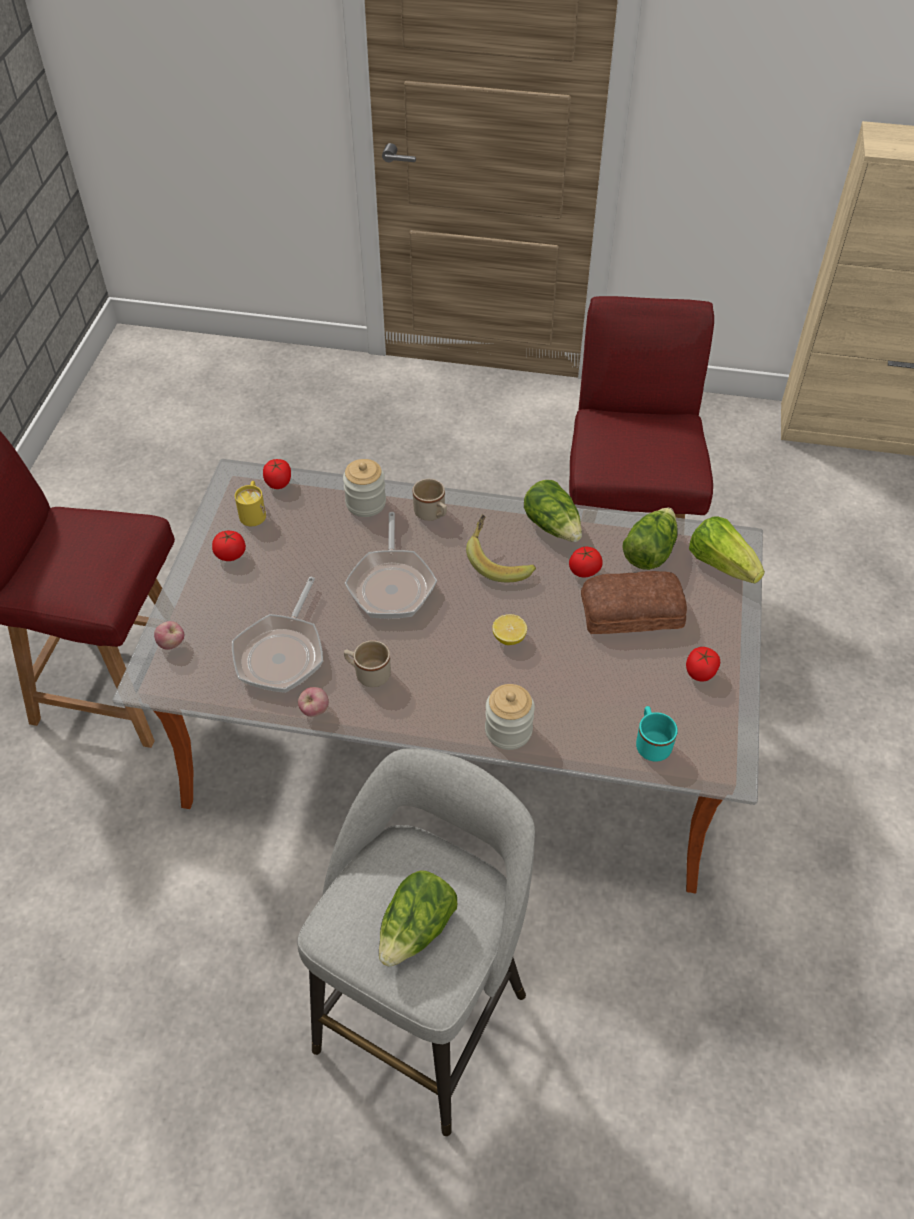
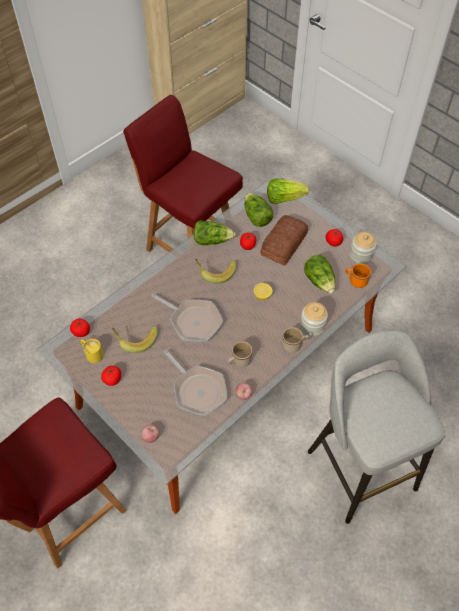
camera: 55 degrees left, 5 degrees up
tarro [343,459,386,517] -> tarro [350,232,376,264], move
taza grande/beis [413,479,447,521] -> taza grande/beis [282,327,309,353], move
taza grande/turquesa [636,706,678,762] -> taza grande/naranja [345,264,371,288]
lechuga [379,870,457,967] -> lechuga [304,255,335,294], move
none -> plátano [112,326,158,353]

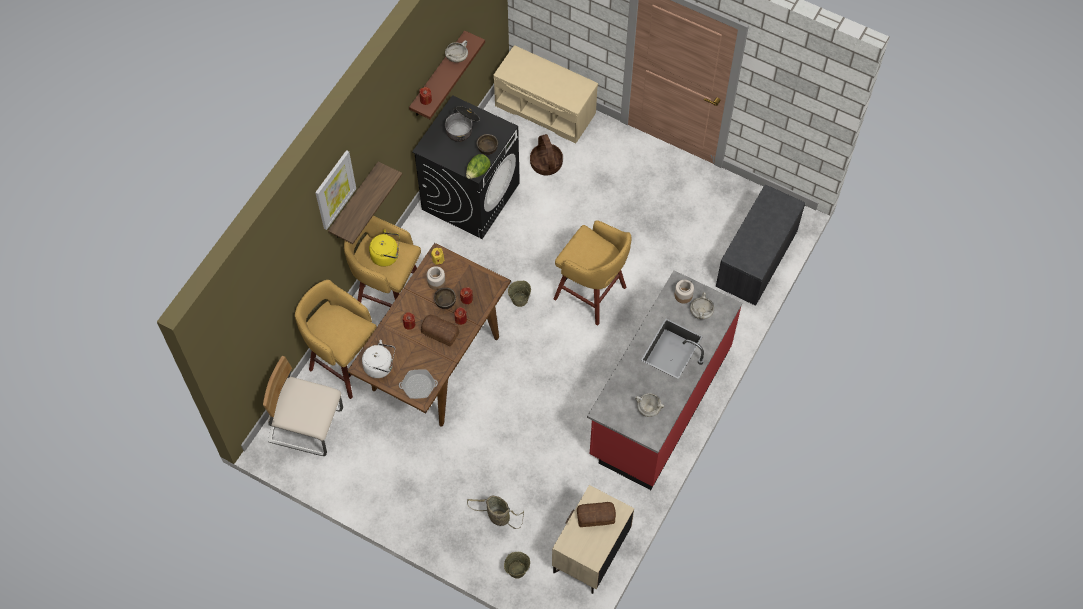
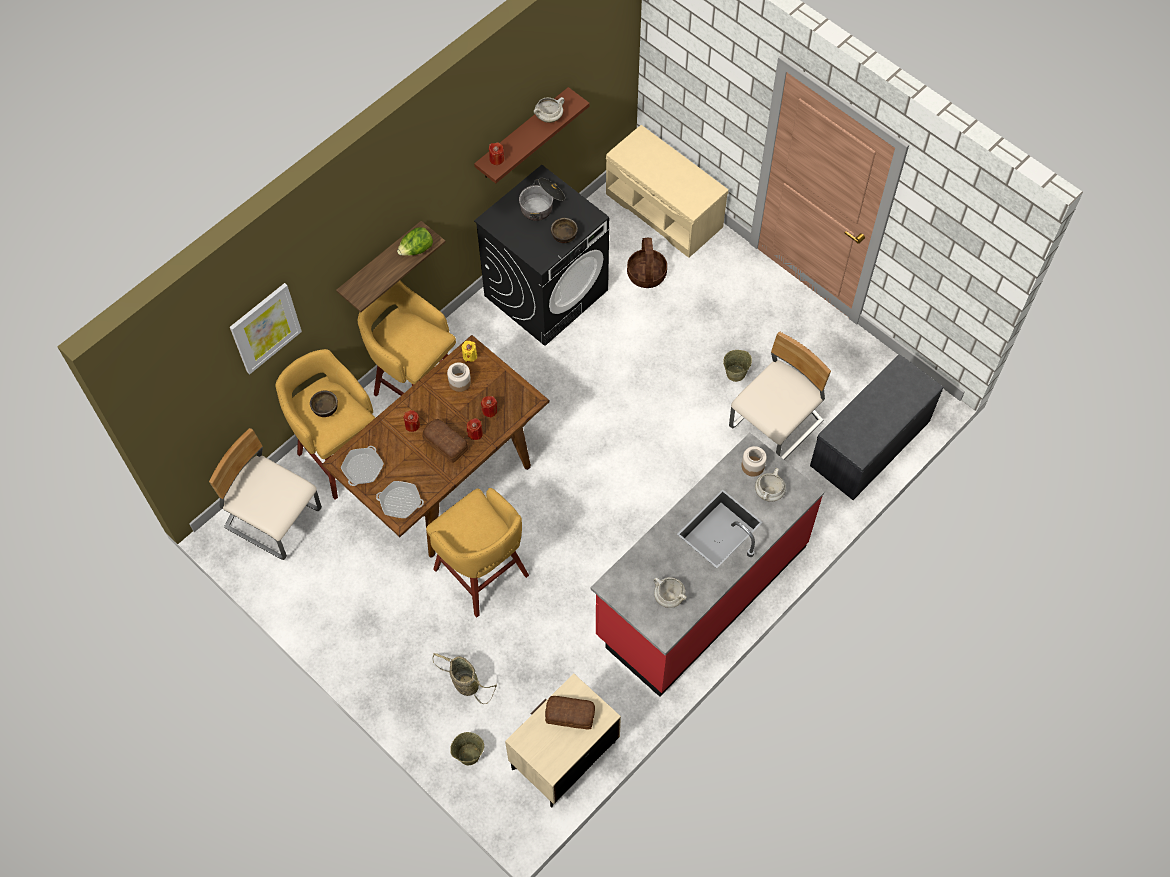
camera: 15 degrees right, 0 degrees up
cuadro [315,150,356,230] -> cuadro [230,283,302,374], move
lechuga [466,154,490,179] -> lechuga [397,227,433,256], move
taburete/amarillo [554,220,632,326] -> taburete/amarillo [426,488,529,617], move
hervidor/amarillo [369,229,400,267] -> none
cubo/beis [508,281,531,307] -> cubo/beis [723,350,752,382], move
cuenco/marrón [434,287,456,309] -> cuenco/marrón [310,391,338,417], move
hervidor/blanco [362,340,395,378] -> sartén [341,446,384,486]
none -> silla/beis [729,332,831,459]

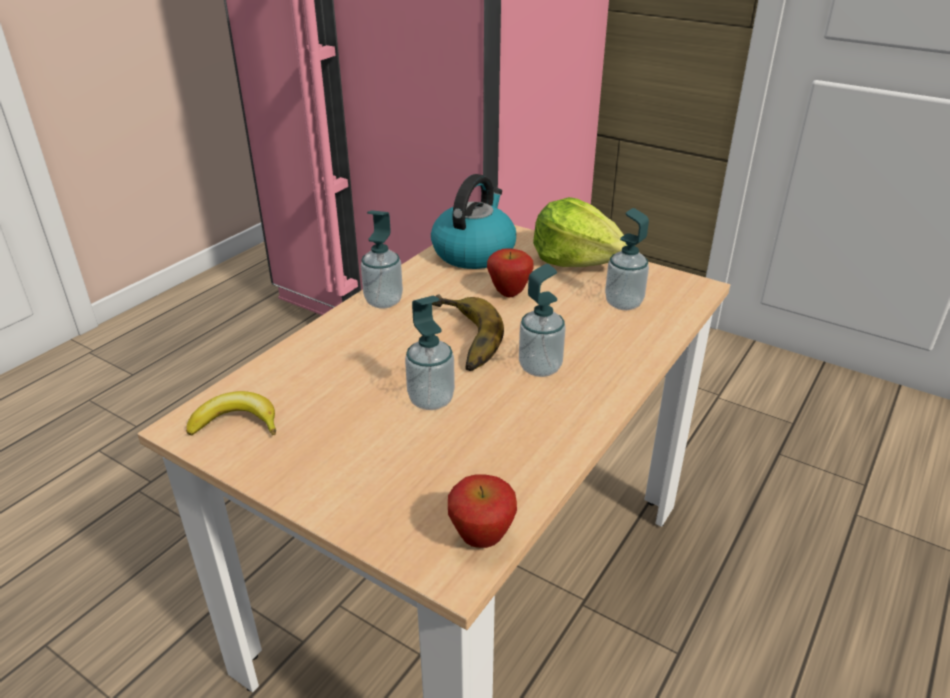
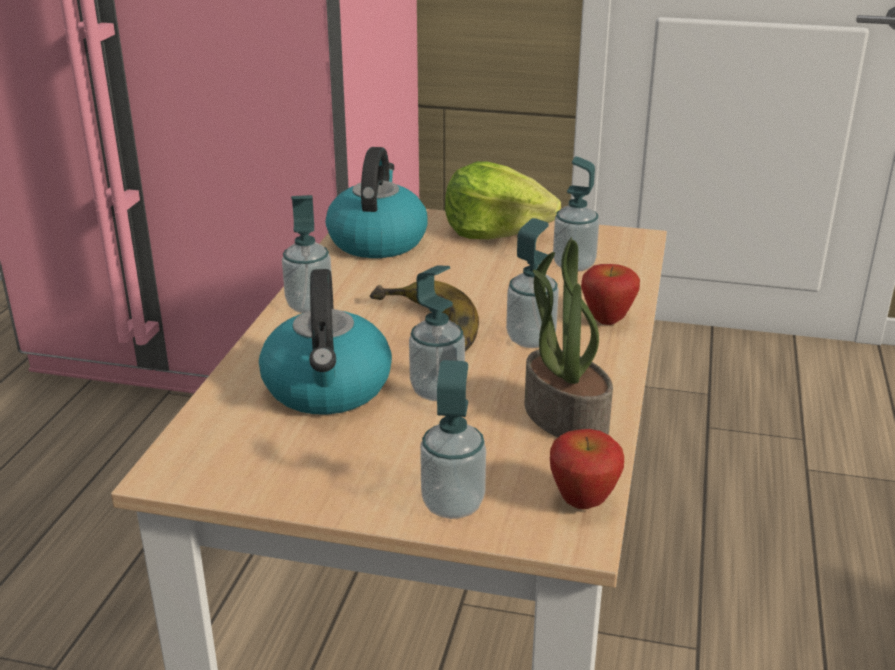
camera: 20 degrees left, 5 degrees down
manzana [487,248,534,297] -> manzana [581,264,640,325], move
plátano [186,391,276,436] -> none
none -> planta en maceta [525,237,613,437]
none -> hervidor [259,269,392,415]
none -> dispensador de jabón [420,360,486,519]

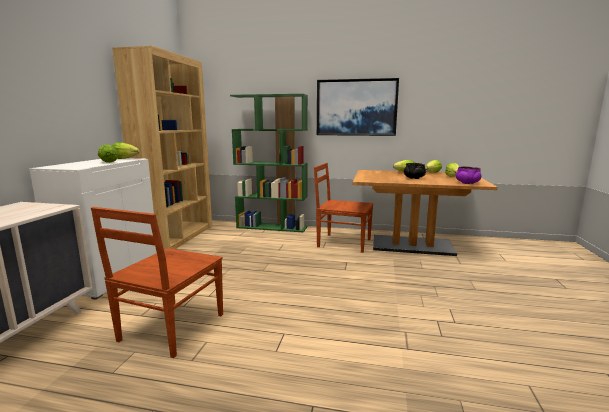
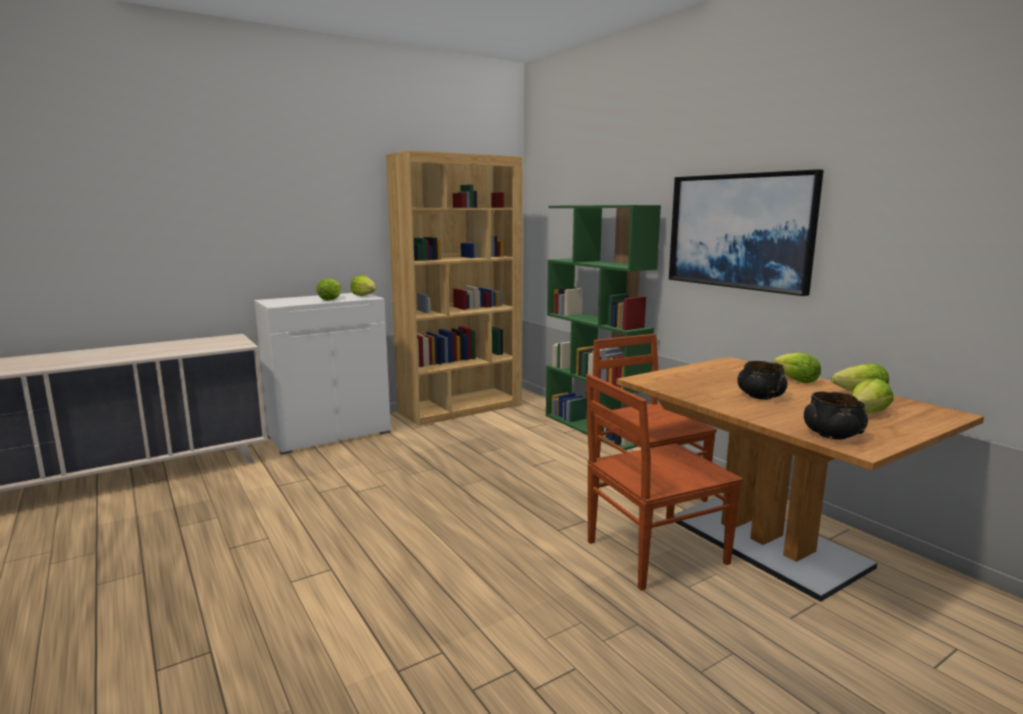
camera: 45 degrees right, 0 degrees up
cuenco/morado [456,166,481,184] -> cuenco/negro [804,391,868,440]
silla/marrón [91,207,223,358] -> silla/marrón [586,374,743,591], move

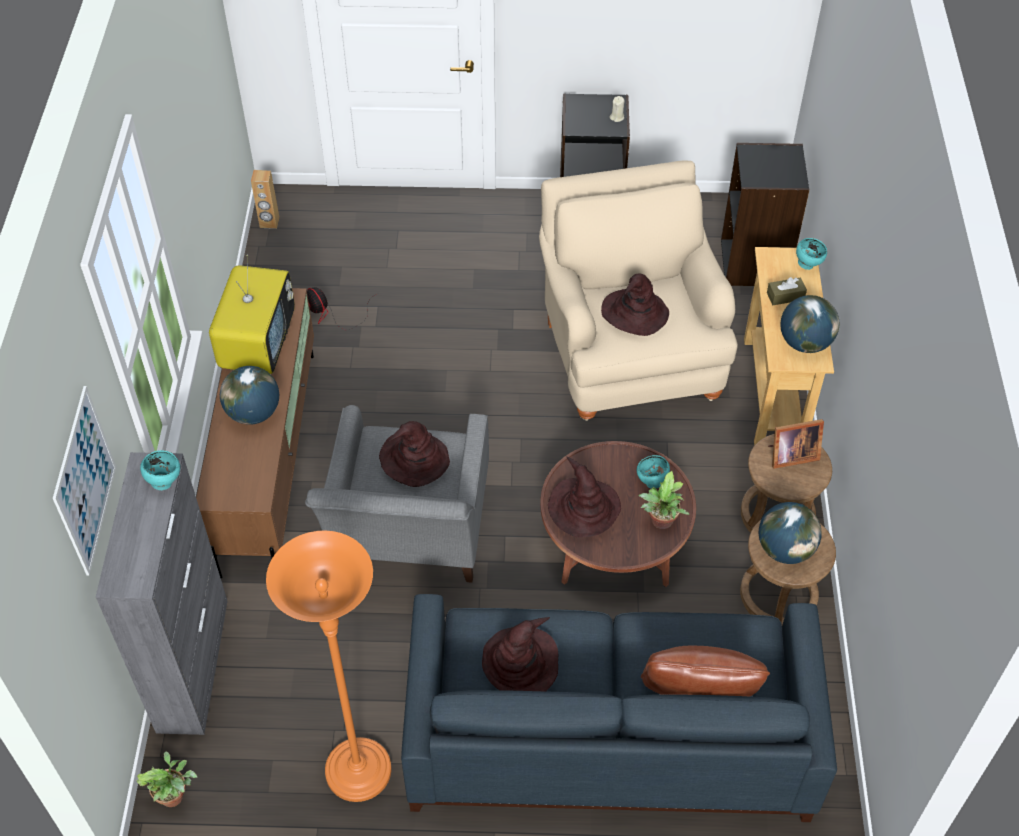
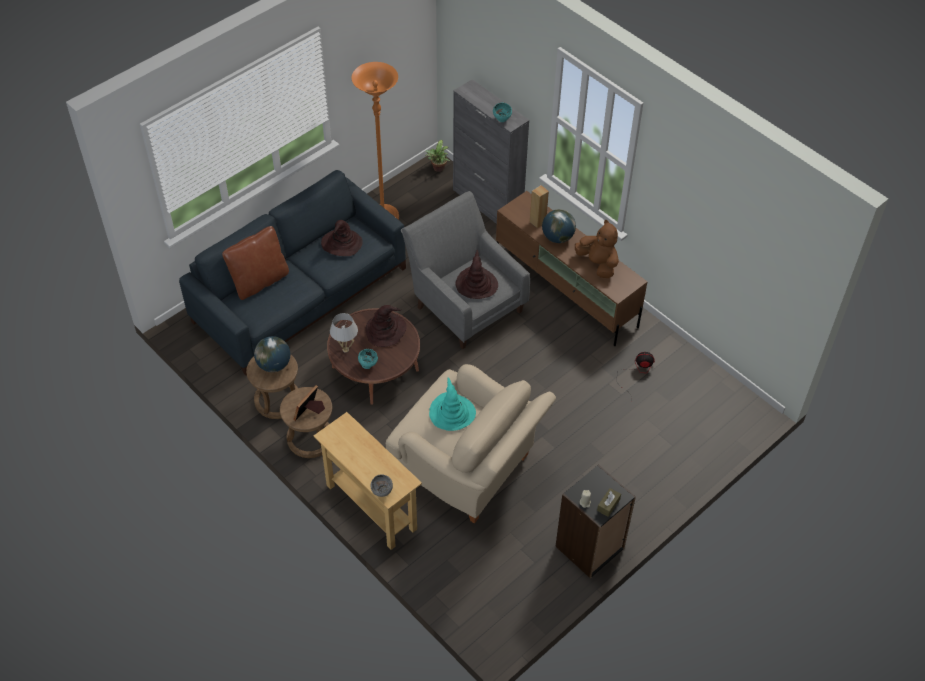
camera: 135 degrees right, 0 degrees up
estantería/negro [721,143,810,286] -> none
altavoz/marrón [251,170,280,229] -> altavoz/marrón [530,185,549,228], move
cuenco/turquesa [796,238,827,270] -> cuenco/gris [371,474,393,497]
televisor [209,254,295,374] -> peluche/marrón [575,220,619,278]
sombrero/marrón [601,274,669,336] -> sombrero/turquesa [429,377,476,431]
caja de pañuelos/marrón [767,277,807,305] -> caja de pañuelos/marrón [597,488,621,517], move
globo terráqueo [780,295,840,353] -> none
cuadro [53,386,116,576] -> none
planta en maceta [639,471,689,529] -> lámpara de mesa/blanco [330,313,358,353]

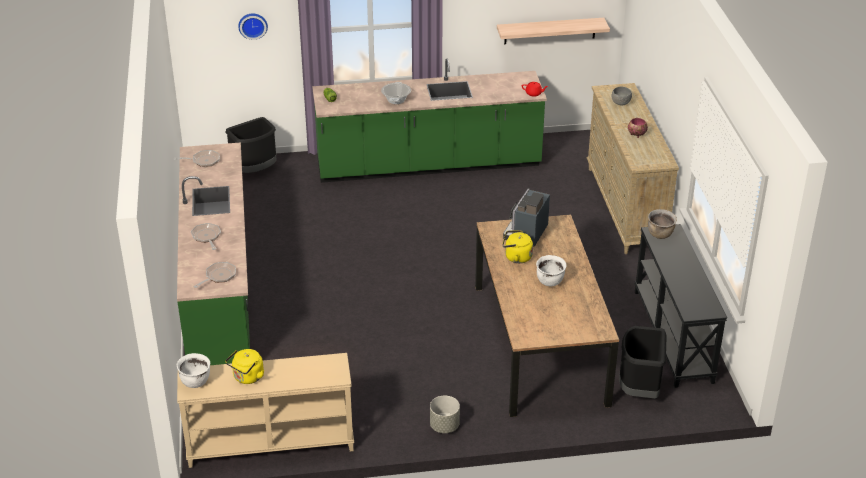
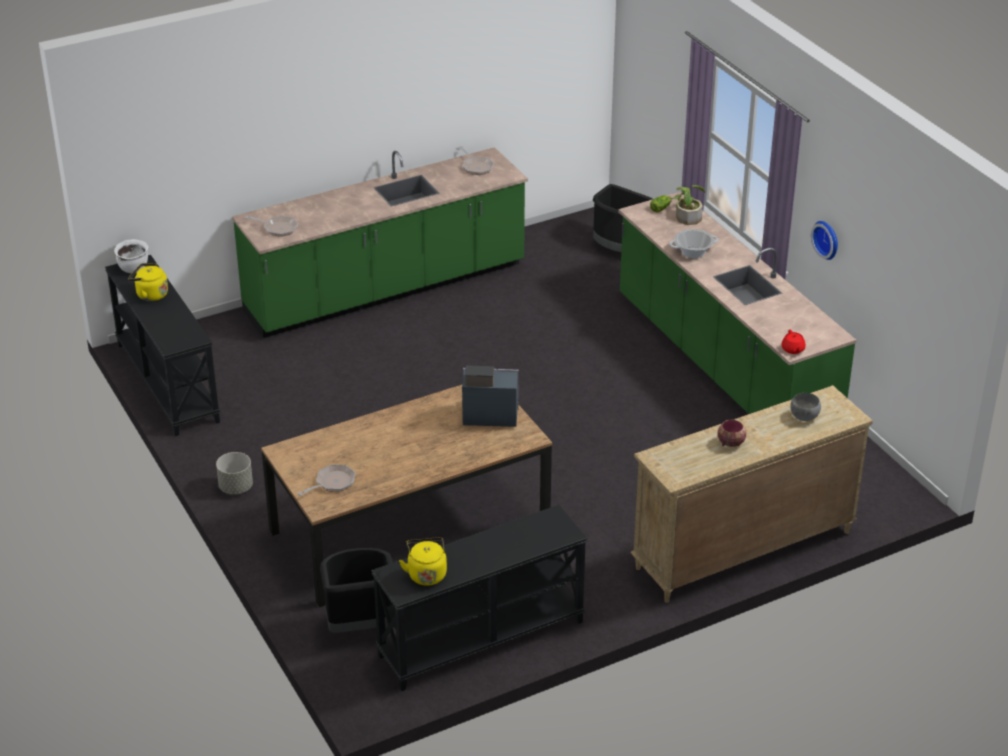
camera: 70 degrees right, 0 degrees up
reloj de pared [238,14,268,40] -> reloj de pared [811,221,838,260], move
estante [497,18,610,44] -> none
olla/marrón [648,209,677,239] -> none
sartén [191,223,221,250] -> sartén [298,465,355,496], move
hervidor/amarillo [502,230,533,263] -> hervidor/amarillo [399,537,447,586], move
olla/blanco [536,255,566,286] -> none
mesa consola/beis [177,353,354,468] -> mesa consola/negro [105,255,220,436]
none -> planta en maceta [671,185,705,225]

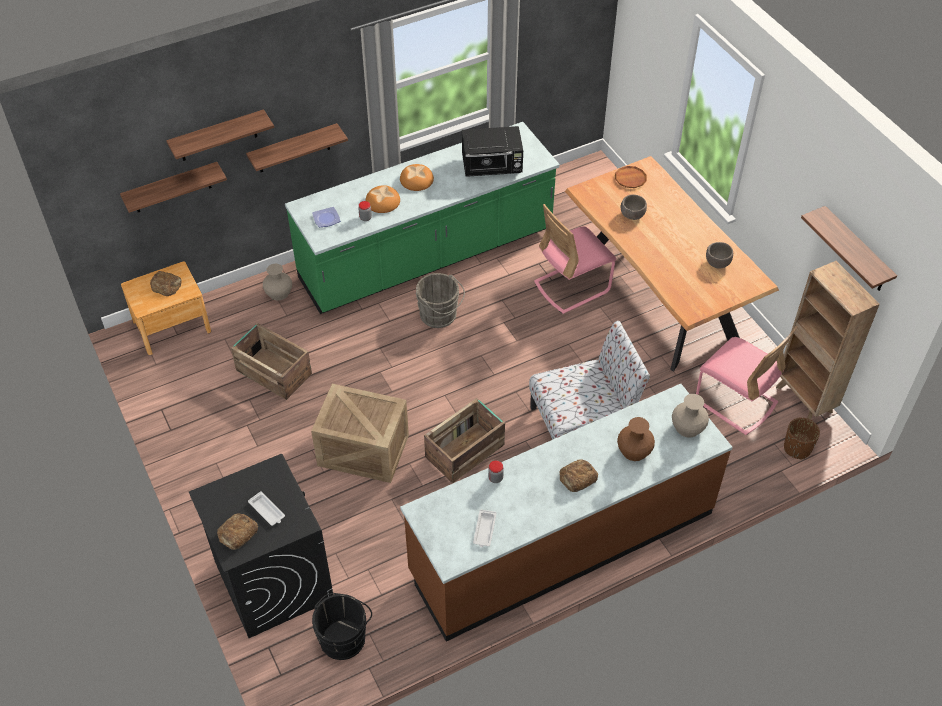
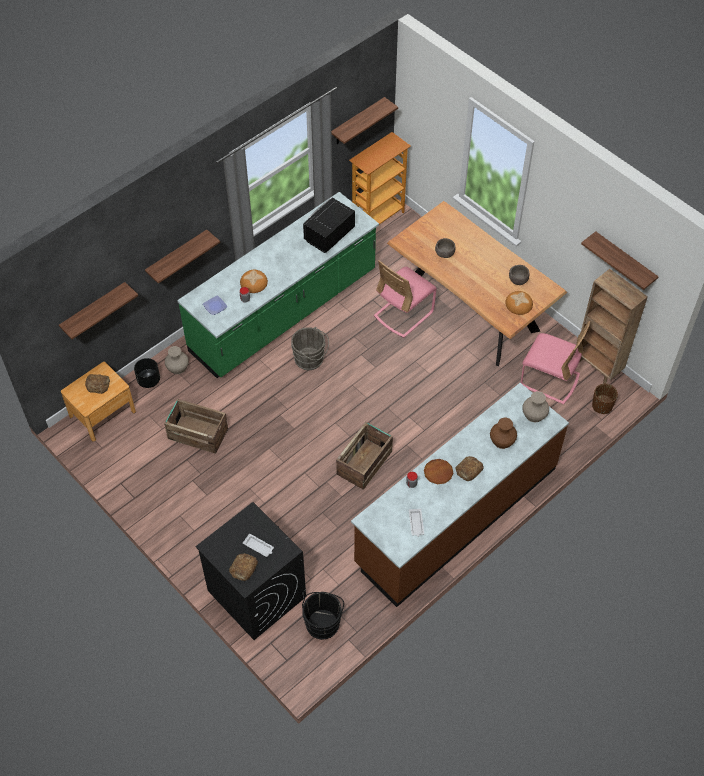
camera: 15 degrees left, 5 degrees up
estante [166,109,274,161] -> estante [331,97,398,144], move
microondas/negro [462,126,523,177] -> microondas/negro [303,198,355,253], 150 degrees clockwise
pan [400,164,434,191] -> pan [505,291,533,315], move
plato/marrón [615,166,647,188] -> plato/marrón [424,459,453,484], move
silla [529,321,650,439] -> none
caja de embalaje [311,384,409,483] -> none
none -> estantería [349,132,410,225]
none -> maceta/negro [134,358,160,388]

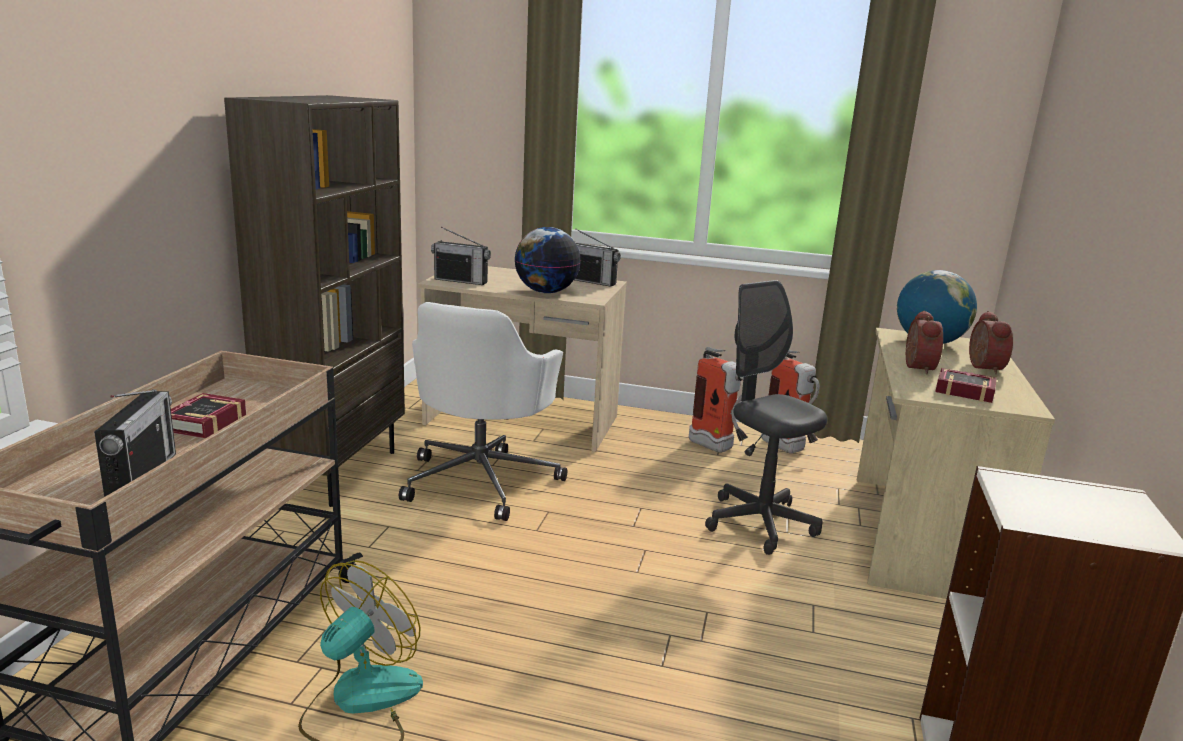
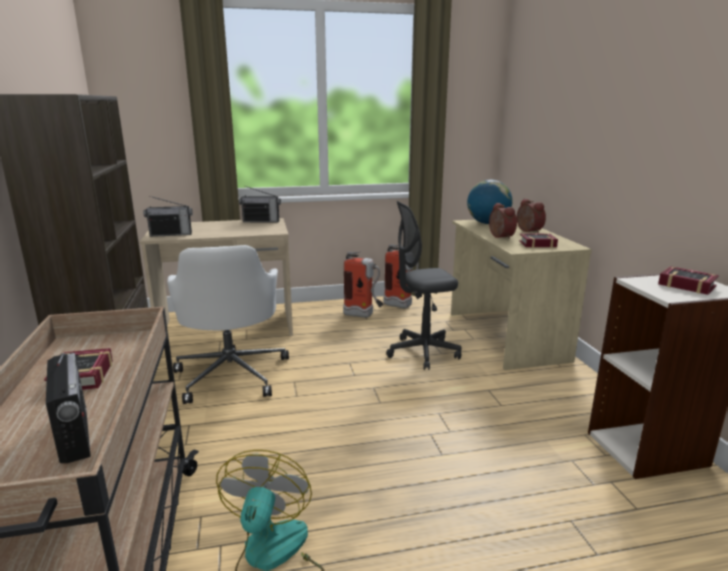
camera: 25 degrees left, 0 degrees up
globo terráqueo [514,227,581,293] -> none
silla de oficina/gris [705,280,827,555] -> silla de oficina/gris [386,201,462,370], 45 degrees counterclockwise
none -> libro [658,266,719,295]

